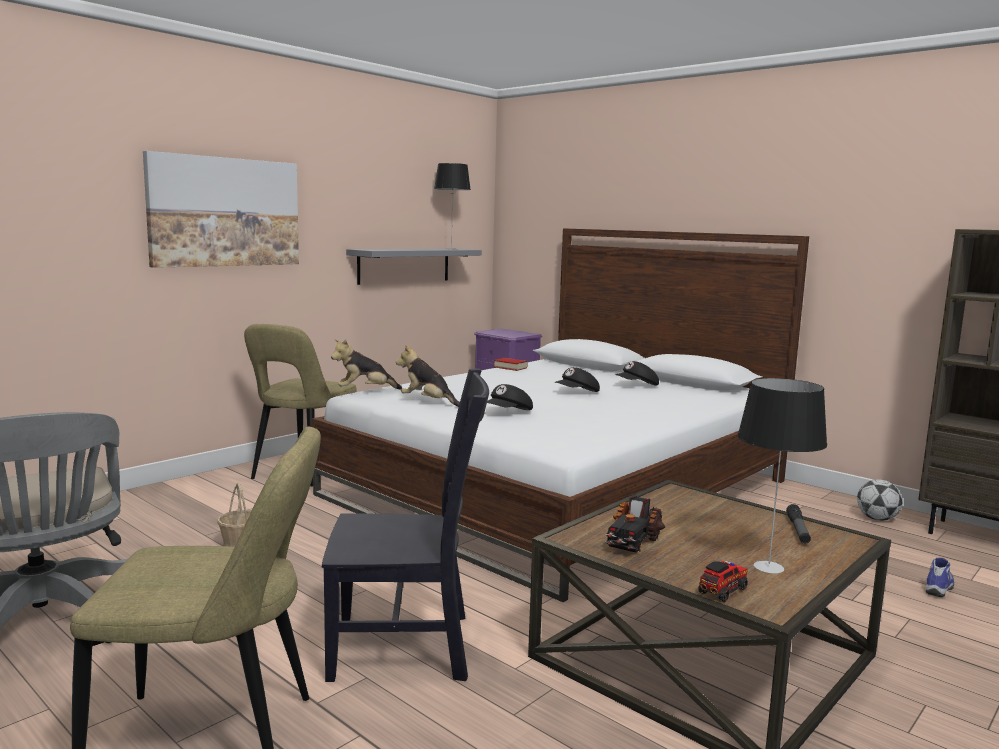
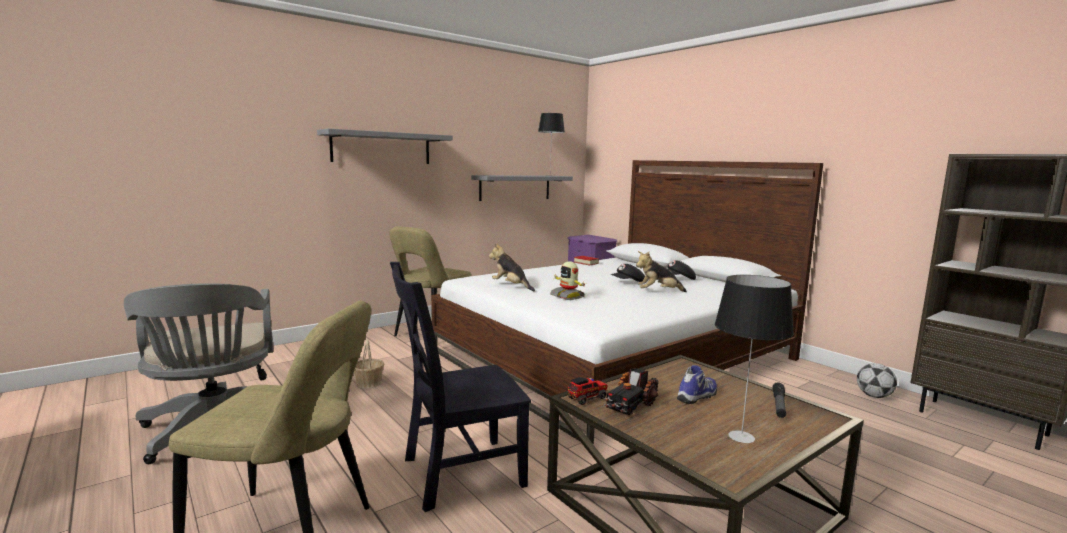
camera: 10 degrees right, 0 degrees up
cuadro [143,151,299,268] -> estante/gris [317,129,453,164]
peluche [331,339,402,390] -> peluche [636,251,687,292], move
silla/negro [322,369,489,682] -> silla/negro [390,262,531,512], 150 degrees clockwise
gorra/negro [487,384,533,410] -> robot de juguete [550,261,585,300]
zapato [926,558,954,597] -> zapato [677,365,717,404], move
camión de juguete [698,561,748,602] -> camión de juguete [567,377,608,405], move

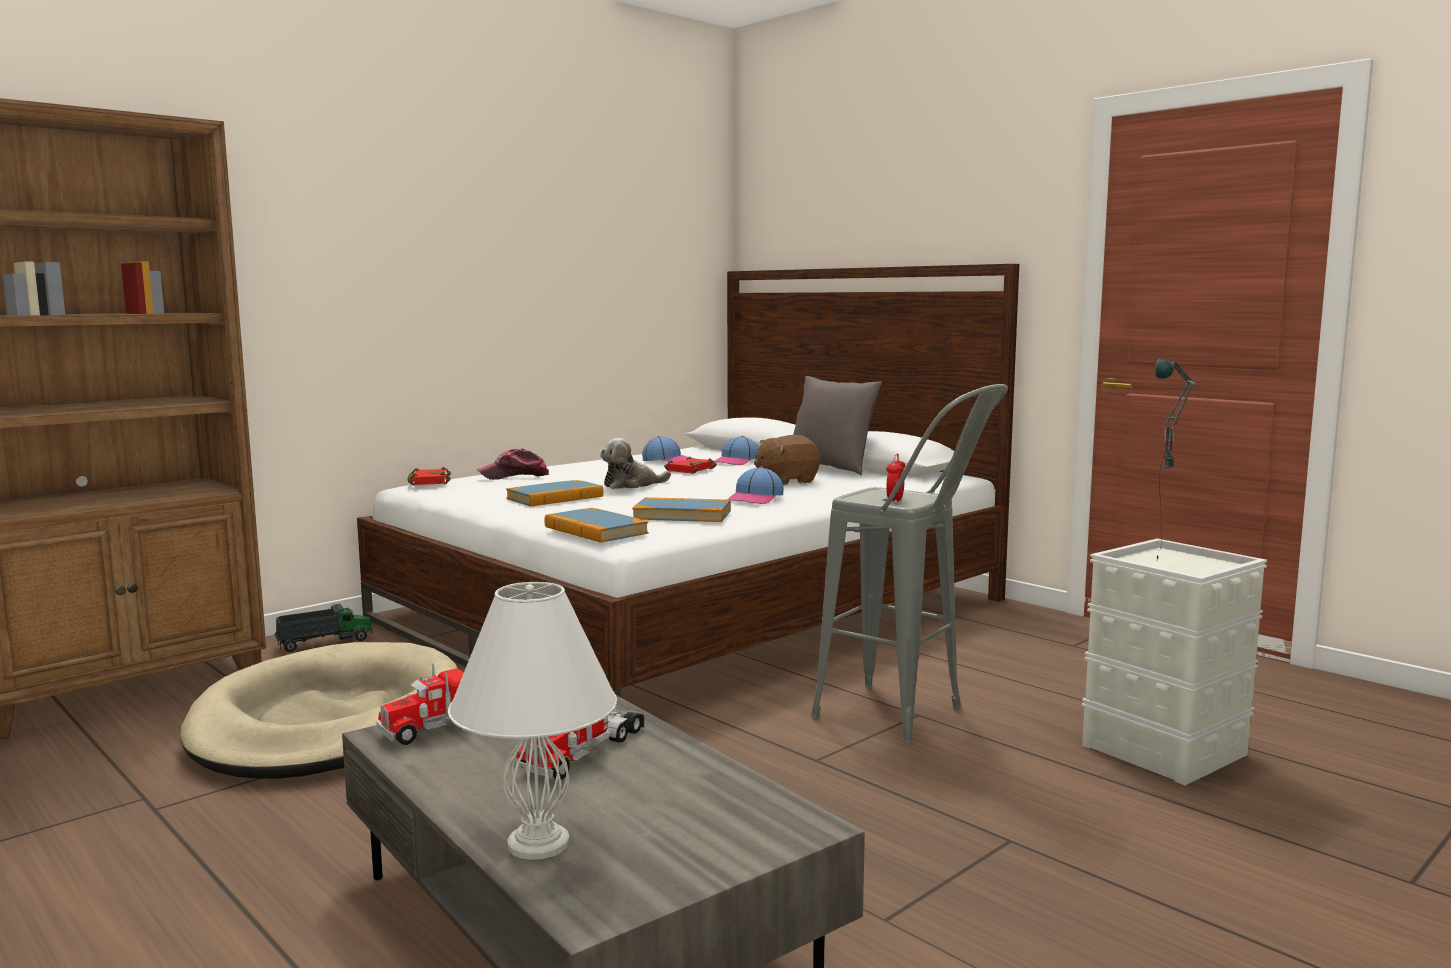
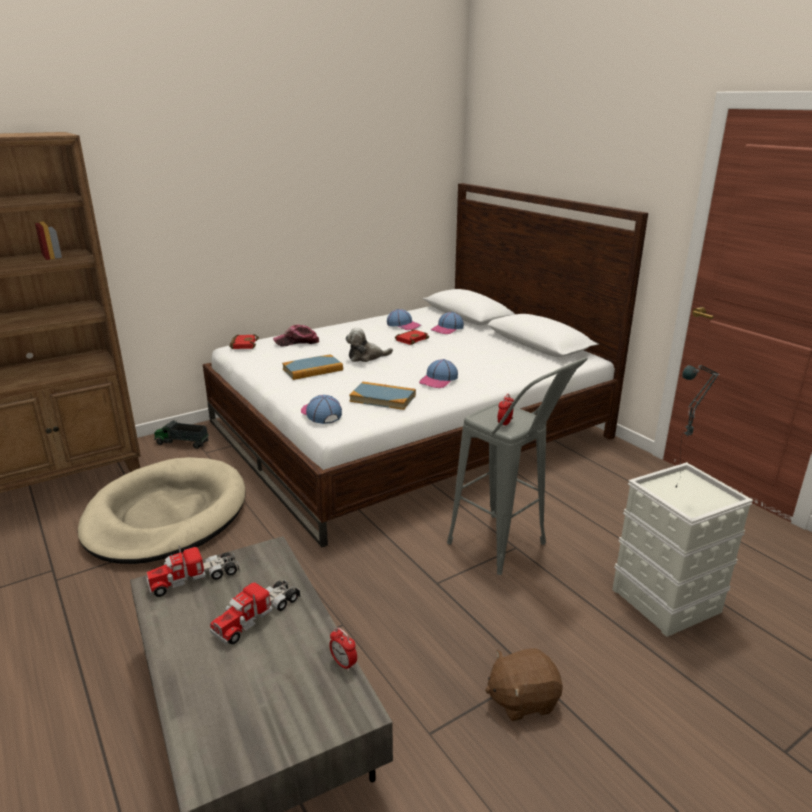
camera: 10 degrees right, 15 degrees up
cojín/gris [793,376,882,475] -> none
peluche/marrón [754,435,820,485] -> peluche/marrón [485,648,563,721], move
libro [544,508,649,543] -> gorra [301,395,342,424]
lámpara de mesa/blanco [448,582,617,860] -> none
camión de juguete [274,604,372,652] -> camión de juguete [154,420,209,449], 150 degrees counterclockwise
none -> despertador [329,628,357,671]

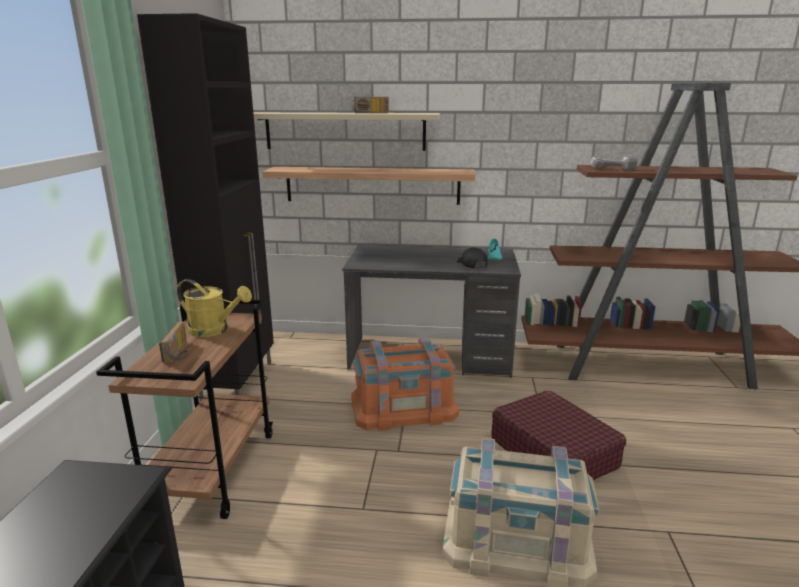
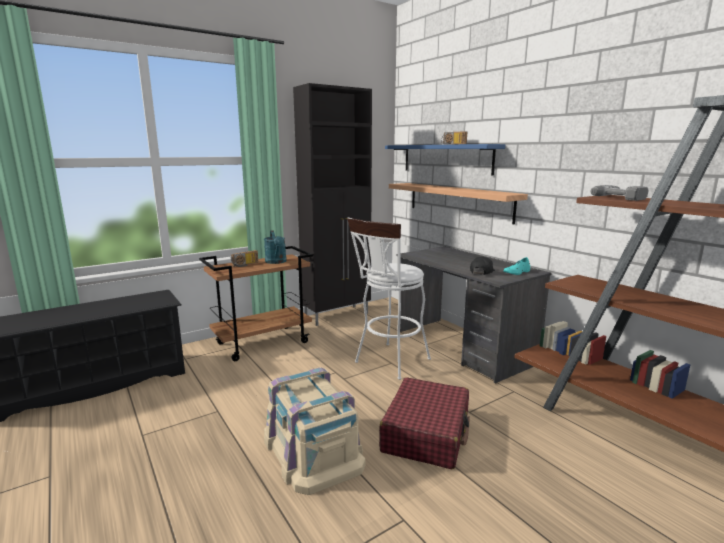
camera: 50 degrees right, 5 degrees down
estante/beis [253,112,440,151] -> estante/azul [385,144,505,176]
regadera/amarillo [177,279,252,337] -> regadera/turquesa [264,230,287,264]
caja de almacenaje/naranja [351,337,459,431] -> taburete/blanco [347,217,431,380]

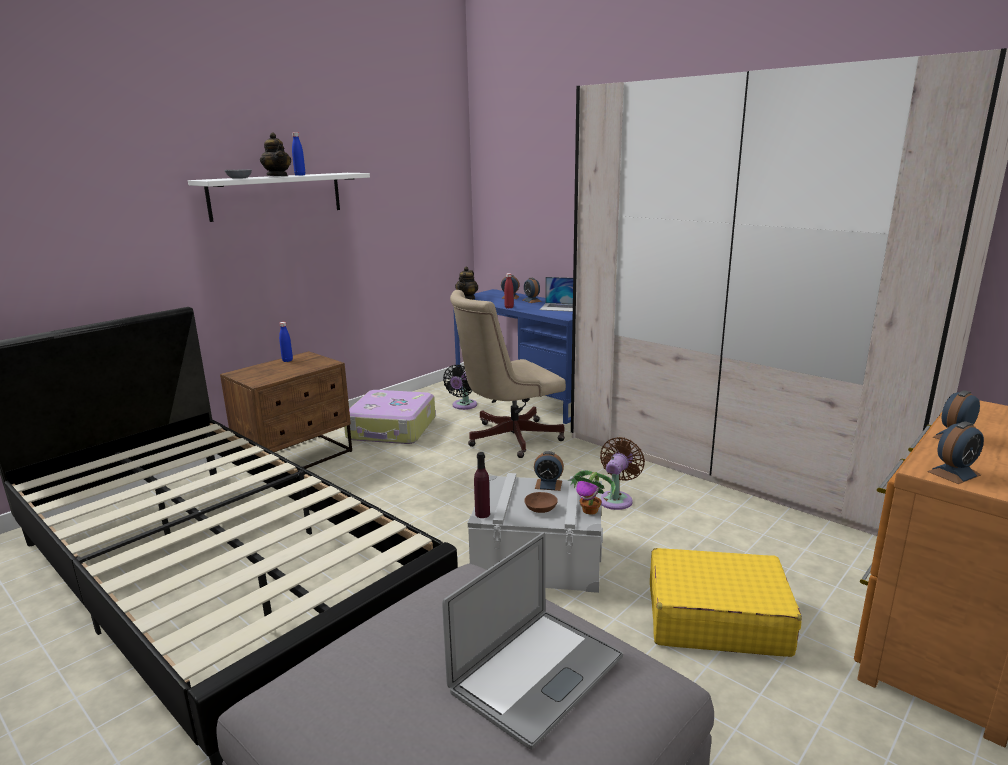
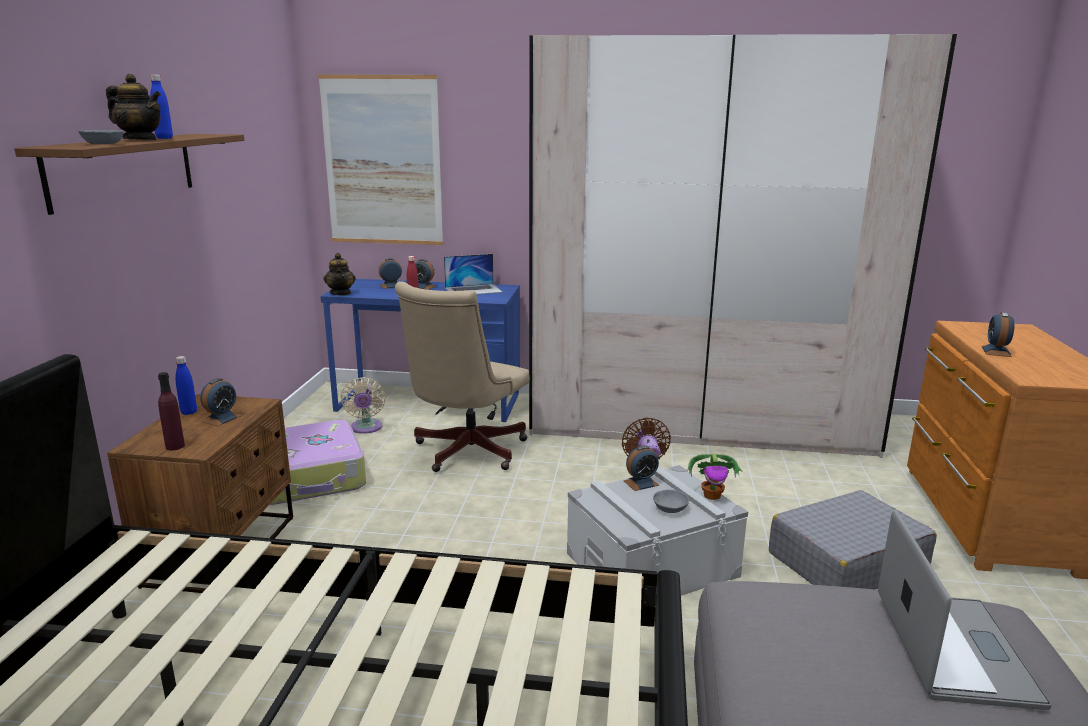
camera: 35 degrees left, 0 degrees up
estante/blanco [188,173,370,222] -> estante/marrón [14,134,244,215]
ventilador/negro [443,365,477,410] -> ventilador/beis [341,377,386,434]
despertador [927,421,984,484] -> despertador [200,378,241,426], move
botella/morado [474,452,490,518] -> botella/morado [158,372,185,451], move
cuenco/marrón [524,492,558,513] -> cuenco/gris [653,490,689,513]
maleta/amarillo [650,548,802,657] -> maleta/gris [769,490,937,590]
none -> cuadro [318,75,444,245]

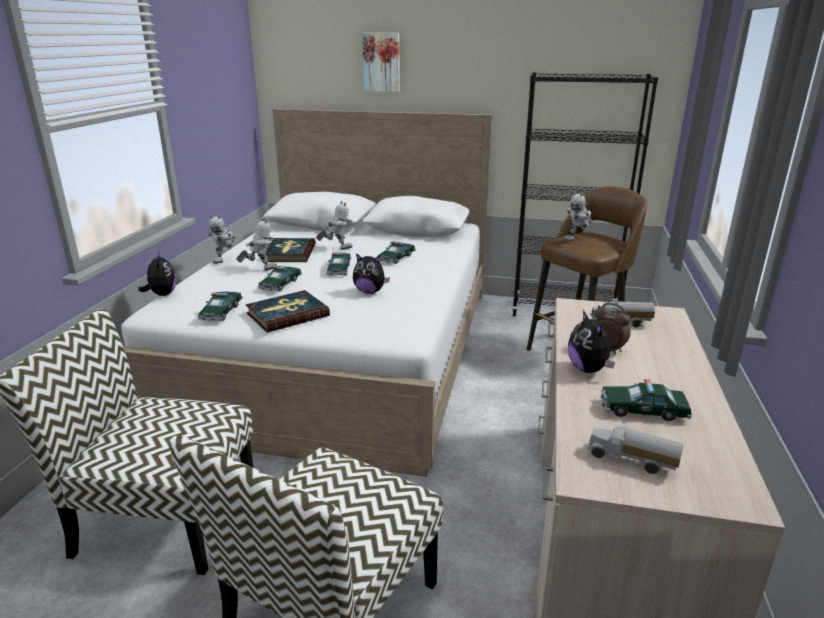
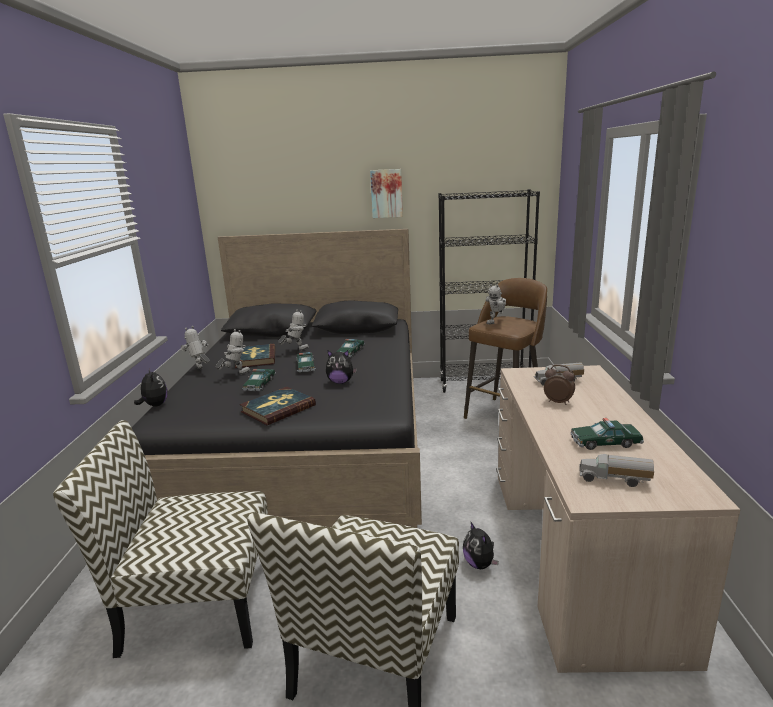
camera: 10 degrees left, 5 degrees down
cuadro [362,33,400,92] -> cuadro [370,169,403,218], move
cama/blanco [121,109,492,477] -> cama/negro [132,229,422,528]
robot de juguete [208,215,235,264] -> robot de juguete [181,326,210,369], 135 degrees clockwise
coche de juguete [198,291,242,321] -> none
peluche [568,310,615,373] -> peluche [463,521,499,569], move

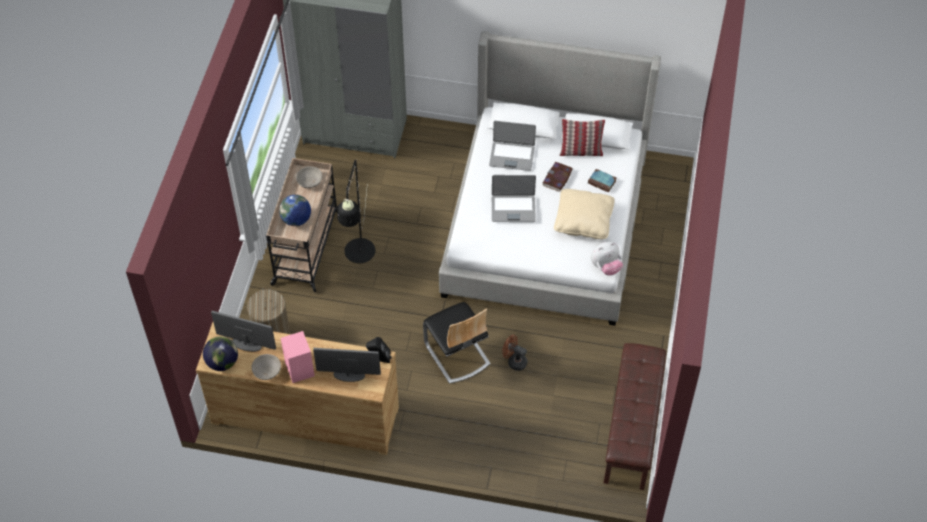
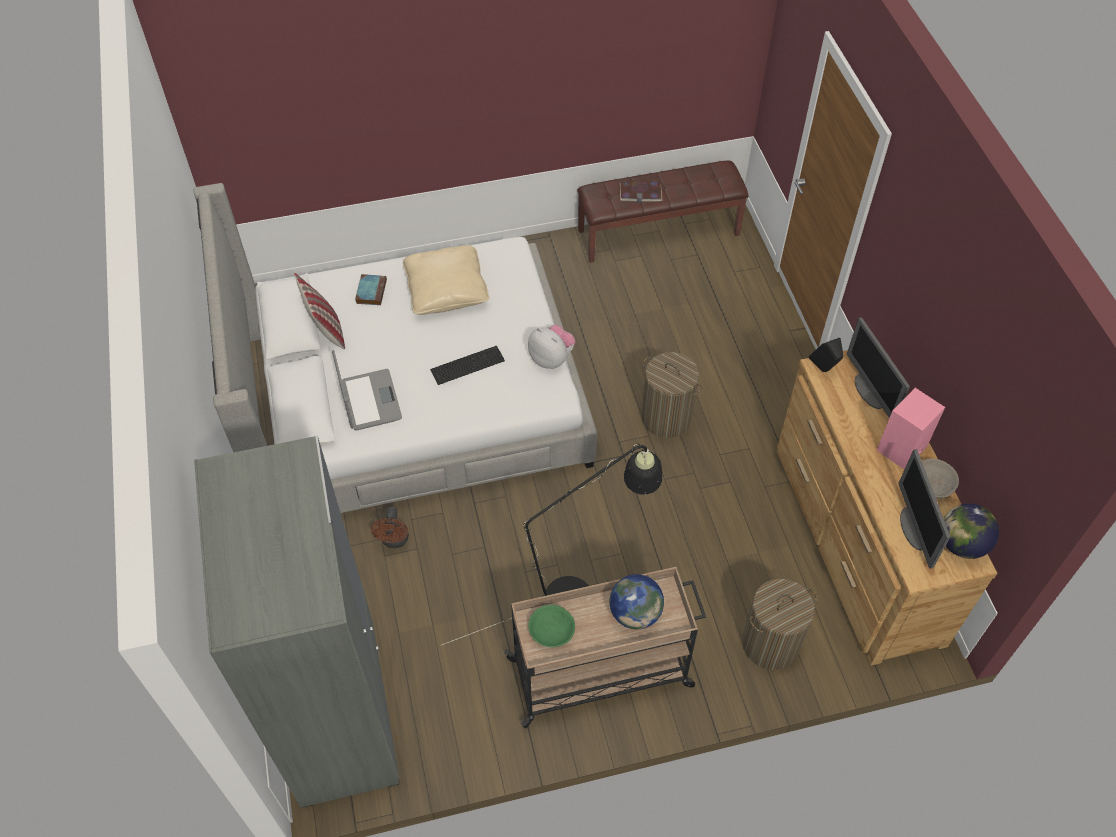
camera: 115 degrees left, 0 degrees up
libro [542,162,573,192] -> libro [620,180,663,203], move
cuenco/gris [296,166,323,188] -> cuenco/verde [528,605,575,647]
portátil [492,175,536,222] -> teclado [430,346,505,385]
peluche [591,242,623,275] -> peluche [528,325,575,369], move
silla [423,302,491,384] -> cesto de la ropa [641,352,702,438]
ventilador/marrón [502,335,527,371] -> ventilador/marrón [371,507,409,548], move

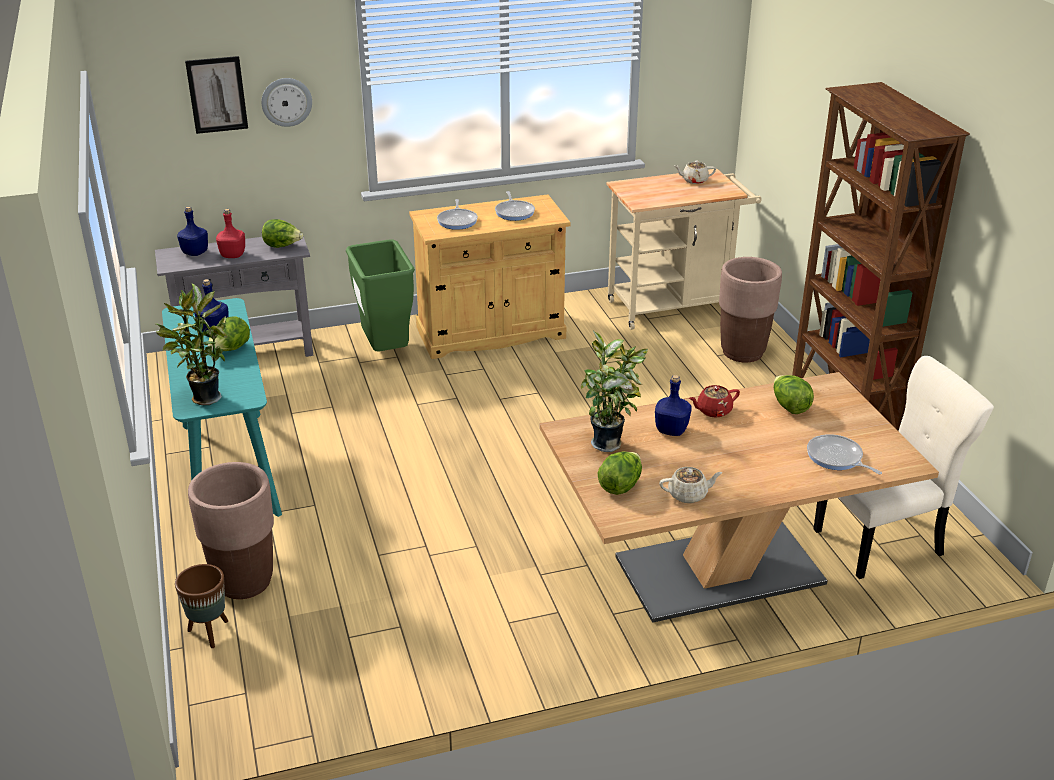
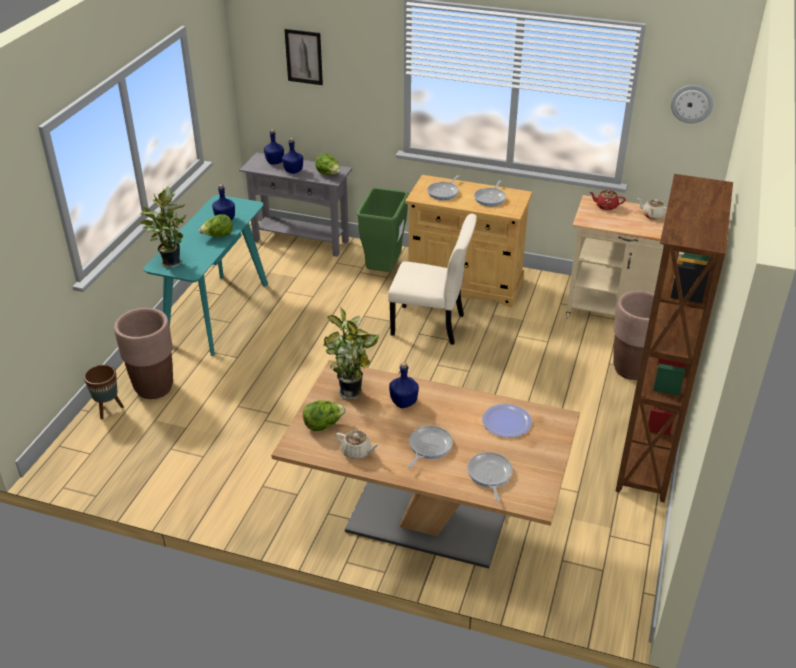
camera: 35 degrees right, 5 degrees up
reloj de pared [261,78,312,127] -> reloj de pared [671,85,713,123], move
botella/rojo [216,209,245,258] -> botella/azul [282,138,303,174]
silla/beis [813,356,994,579] -> silla/beis [388,214,477,345], move
lechuga [773,375,814,414] -> plato [482,404,532,438]
tetera/rojo [689,385,740,418] -> tetera/rojo [589,190,626,210], move
none -> sartén [408,426,453,468]

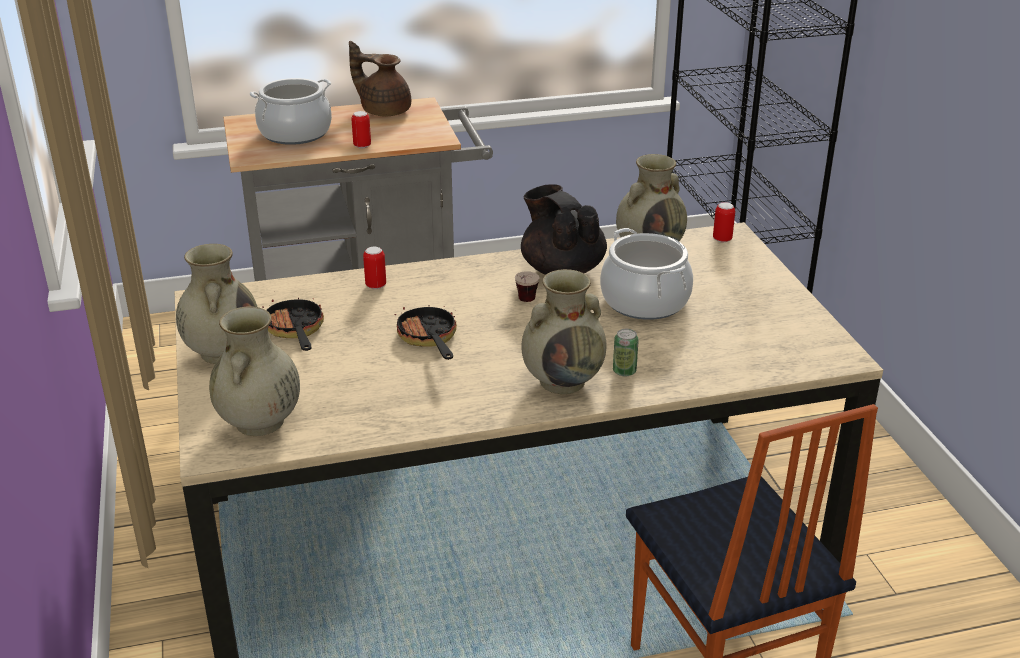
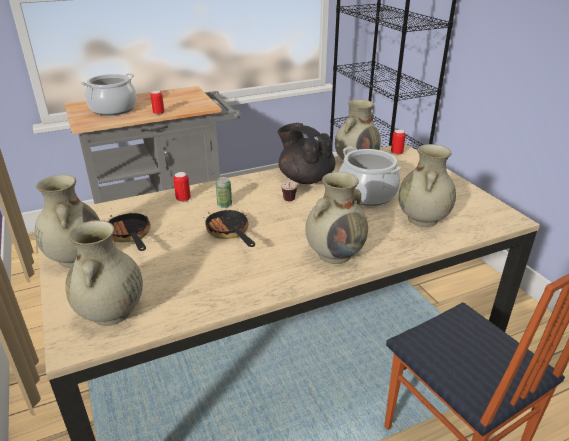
camera: 10 degrees left, 0 degrees up
tetera/marrón [349,41,411,116] -> none
lata [613,329,639,377] -> lata [216,177,232,208], move
none -> florero/beis [398,144,456,227]

